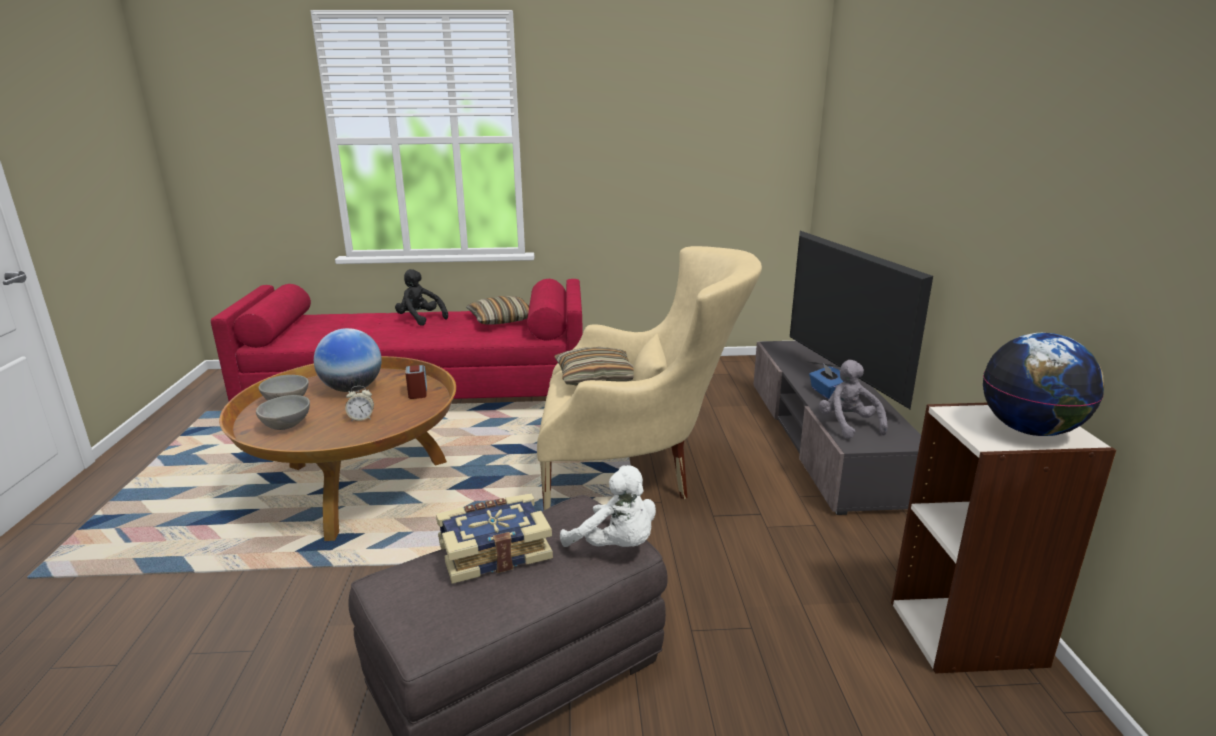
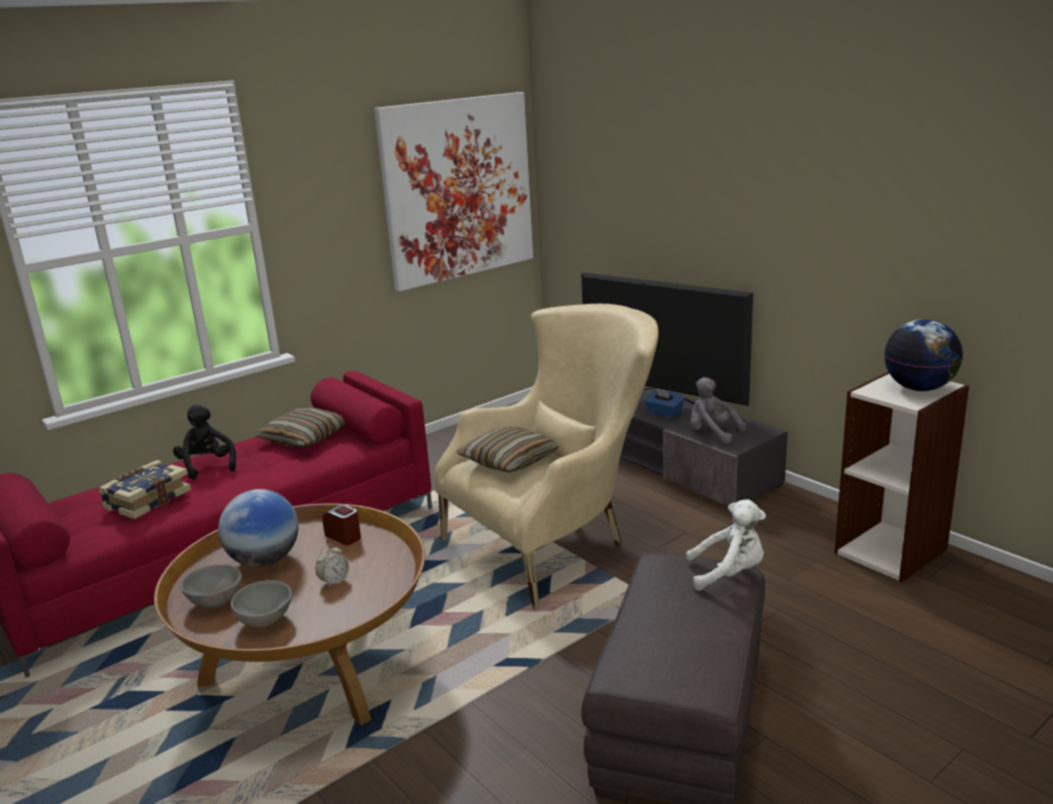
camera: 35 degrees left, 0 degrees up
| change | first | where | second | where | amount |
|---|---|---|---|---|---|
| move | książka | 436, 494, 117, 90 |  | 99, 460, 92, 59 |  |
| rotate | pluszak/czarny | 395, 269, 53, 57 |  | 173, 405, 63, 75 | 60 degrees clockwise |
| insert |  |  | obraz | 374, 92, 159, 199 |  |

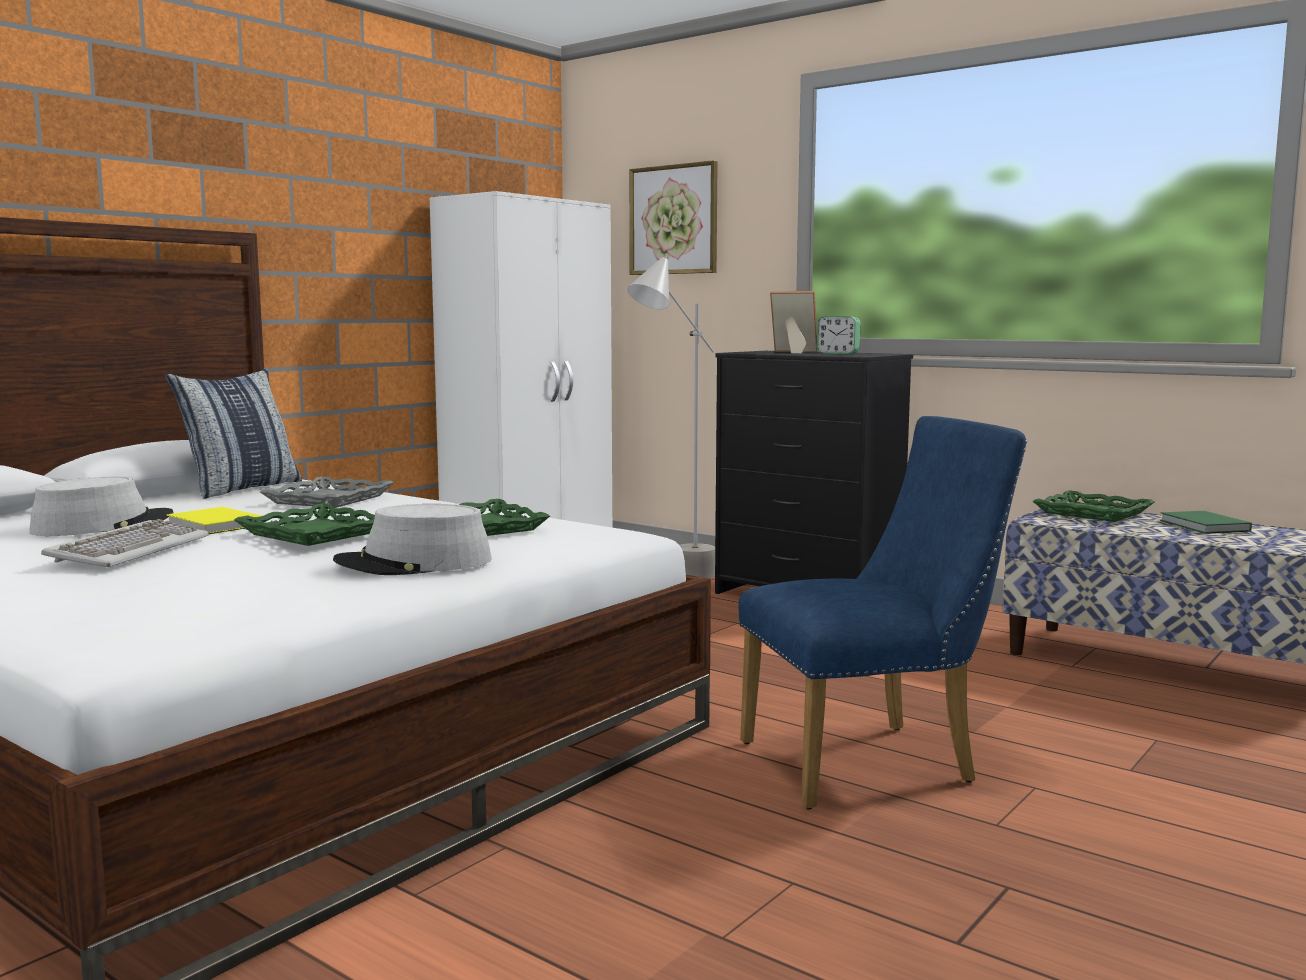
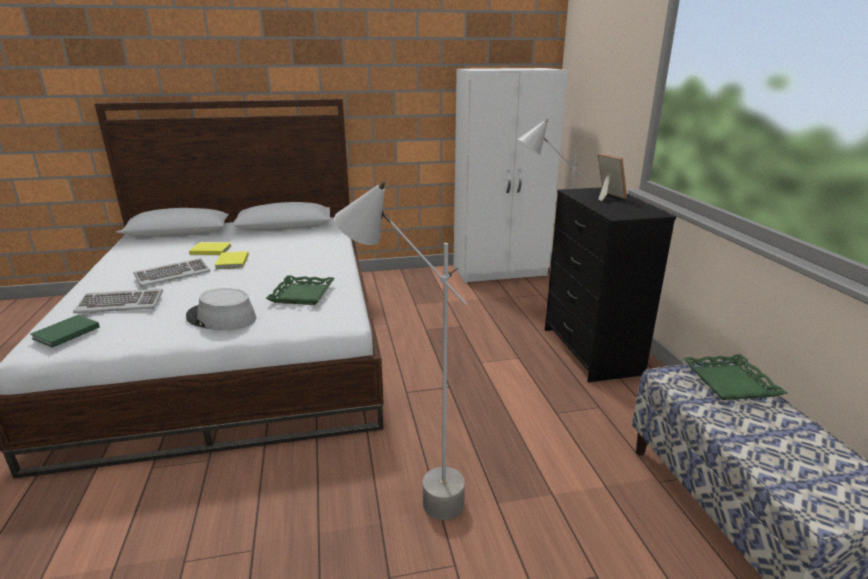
camera: 40 degrees right, 15 degrees up
| change | first | where | second | where | amount |
|---|---|---|---|---|---|
| move | książka/zielony | 1160, 511, 92, 23 |  | 30, 315, 70, 33 |  |
| insert |  |  | klawiatura | 73, 289, 90, 24 |  |
| replace | kapelusz/szary | 29, 476, 144, 60 | książka/żółty | 189, 242, 43, 13 |  |
| replace | krzesło/niebieski | 739, 416, 288, 394 | lampa stojąca/szary | 335, 181, 131, 339 |  |
| delete | poduszka | 165, 368, 137, 131 |  |  |  |
| delete | taca/zielony | 234, 503, 141, 43 |  |  |  |
| delete | taca/szary | 260, 476, 134, 32 |  |  |  |
| delete | obraz | 629, 160, 89, 115 |  |  |  |
| delete | budzik | 816, 316, 45, 38 |  |  |  |

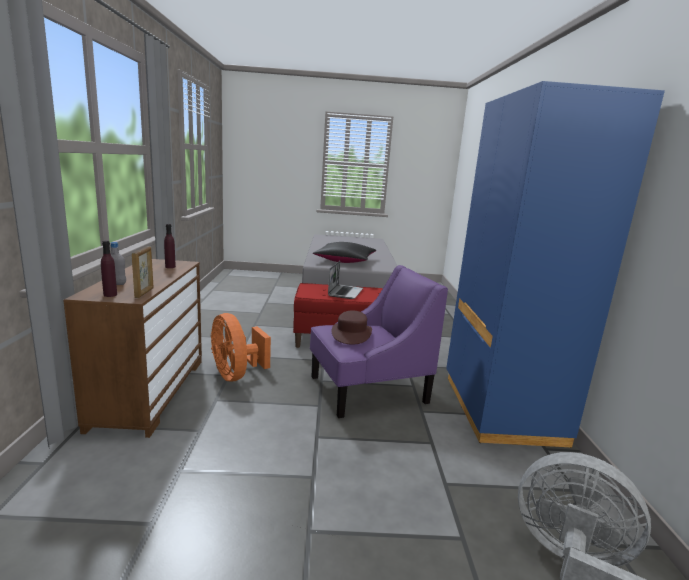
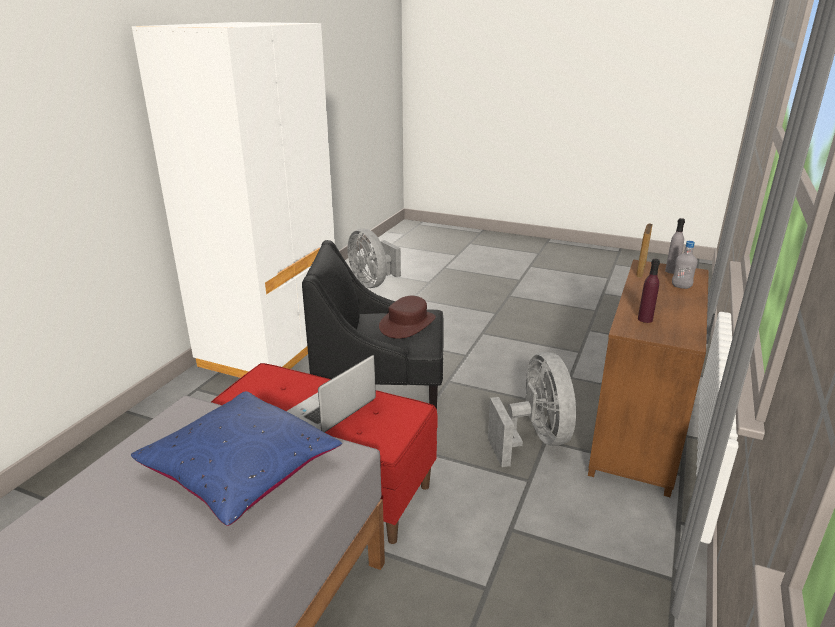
camera: 155 degrees left, 10 degrees up
| change | first | where | second | where | amount |
|---|---|---|---|---|---|
| recolor | poduszka/czarny | 313, 242, 63, 21 | poduszka/niebieski | 131, 391, 211, 135 |  |
| recolor | szafa/niebieski | 446, 81, 219, 367 | szafa/biały | 132, 22, 203, 356 |  |
| recolor | fotel/fioletowy | 310, 265, 138, 153 | fotel/czarny | 302, 240, 142, 169 |  |
| recolor | wentylator/pomarańczowy | 211, 313, 60, 68 | wentylator/szary | 488, 352, 88, 115 |  |
| recolor | butelka/fioletowy | 101, 240, 16, 57 | butelka/szary | 665, 218, 20, 56 |  |

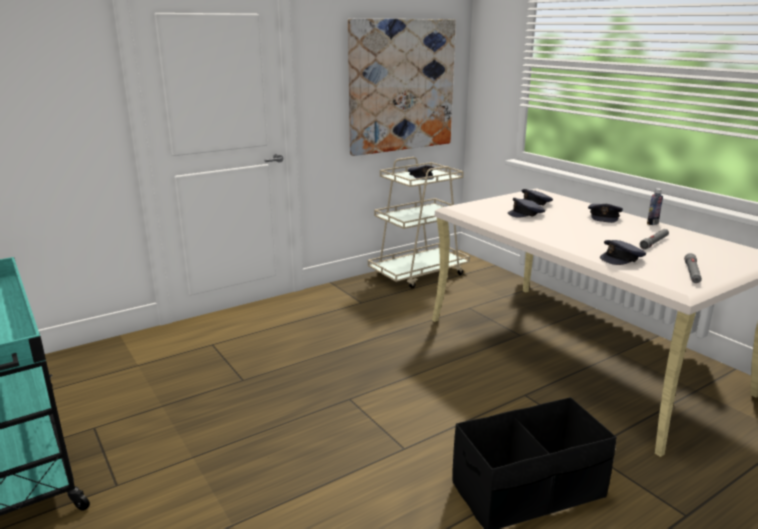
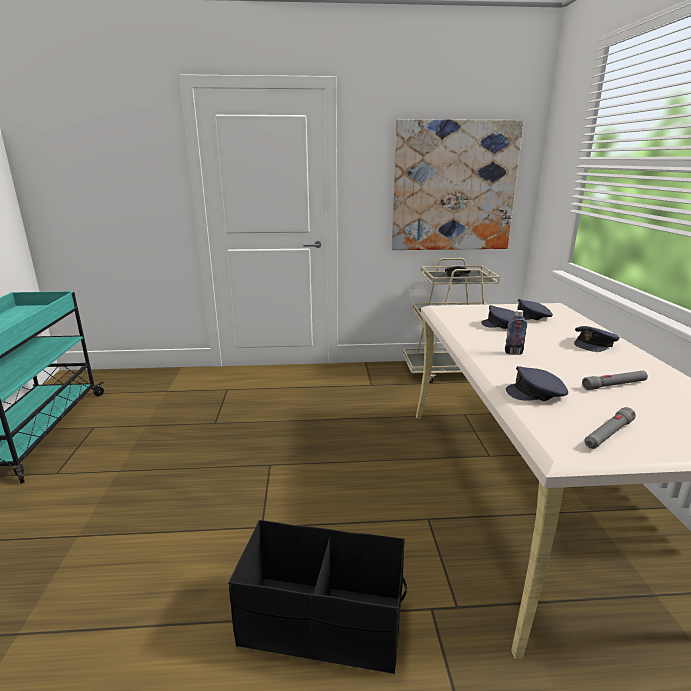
camera: 30 degrees right, 0 degrees up
| change | first | where | second | where | amount |
|---|---|---|---|---|---|
| move | butelka | 647, 188, 16, 37 |  | 505, 310, 22, 45 |  |

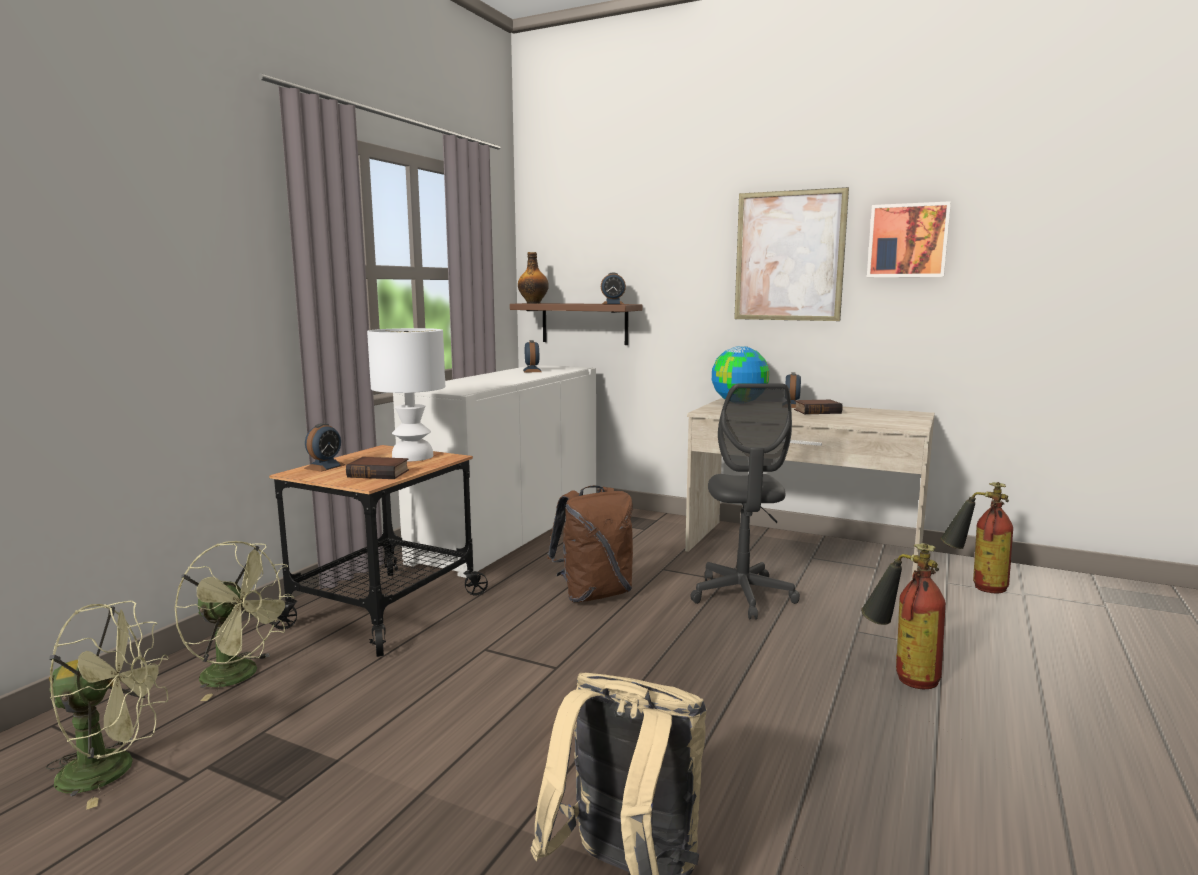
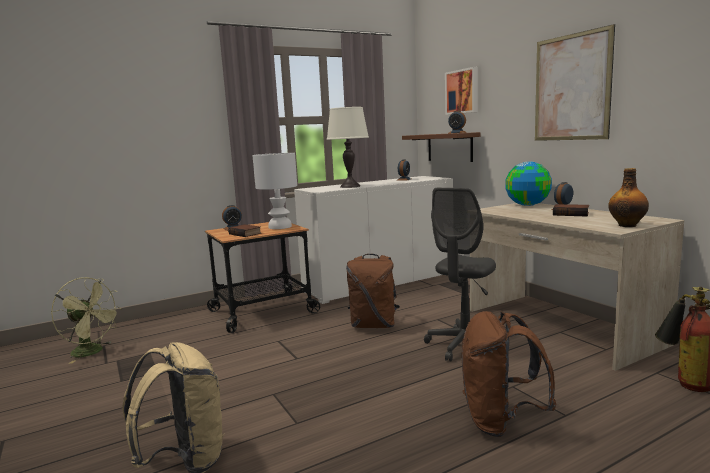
camera: 35 degrees right, 0 degrees up
| change | first | where | second | where | amount |
|---|---|---|---|---|---|
| insert |  |  | lampa stołowa/biały | 327, 107, 42, 81 |  |
| move | obraz | 867, 201, 84, 76 |  | 445, 67, 33, 48 |  |
| replace | gaśnica | 861, 543, 85, 146 | plecak/brązowy | 462, 311, 94, 126 |  |
| move | butelka | 518, 252, 31, 51 |  | 608, 168, 41, 59 |  |
| delete | wentylator/zielony | 175, 541, 119, 160 |  |  |  |

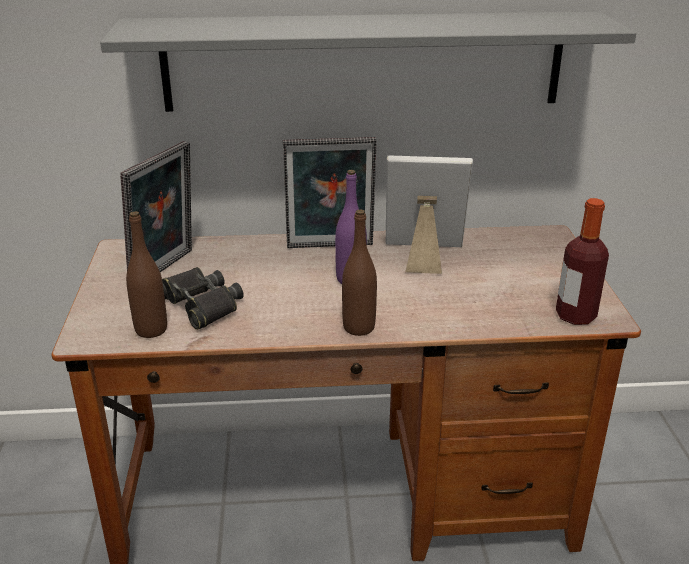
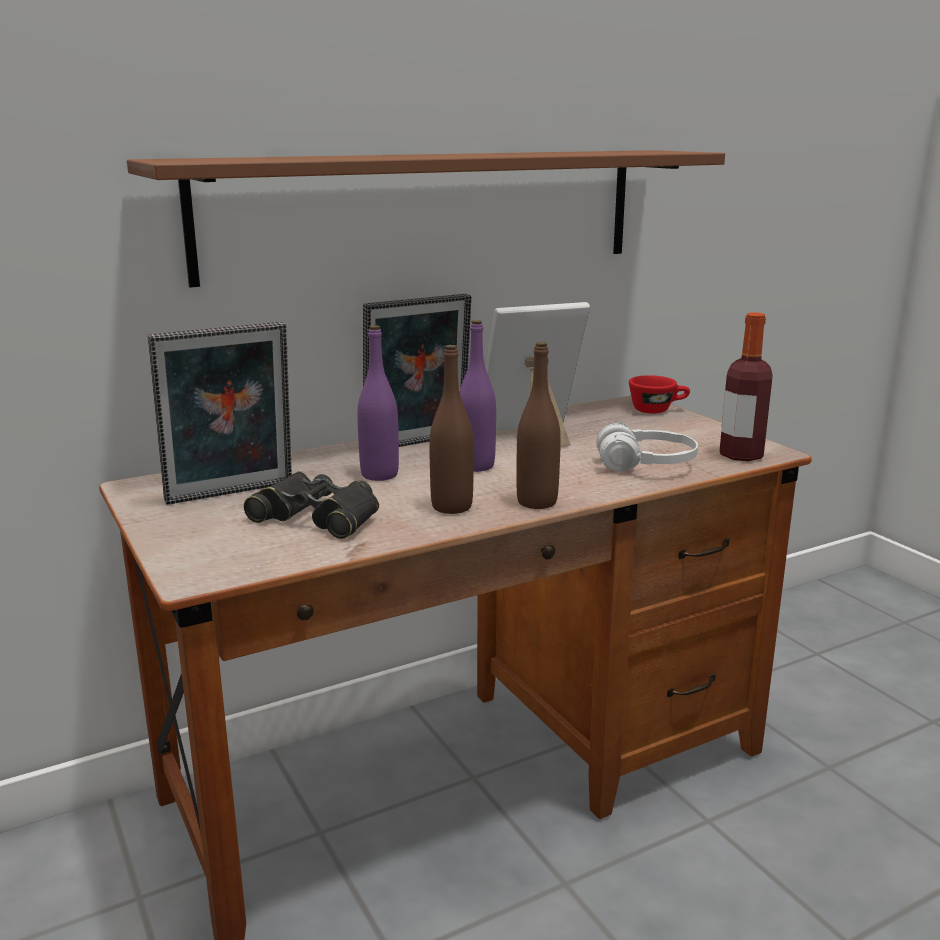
camera: 25 degrees left, 10 degrees down
| change | first | where | second | where | amount |
|---|---|---|---|---|---|
| recolor | półka/szary | 100, 11, 536, 101 | półka/brązowy | 127, 150, 598, 137 |  |
| rotate | ramka na zdjęcie | 120, 141, 72, 131 |  | 148, 322, 144, 183 | 60 degrees clockwise |
| insert |  |  | butelka/fioletowy | 357, 325, 42, 156 |  |
| move | butelka/brązowy | 126, 211, 41, 127 |  | 429, 345, 45, 169 |  |
| insert |  |  | słuchawki/biały | 596, 422, 102, 50 |  |
| insert |  |  | filiżanka/czerwony | 629, 375, 61, 38 |  |

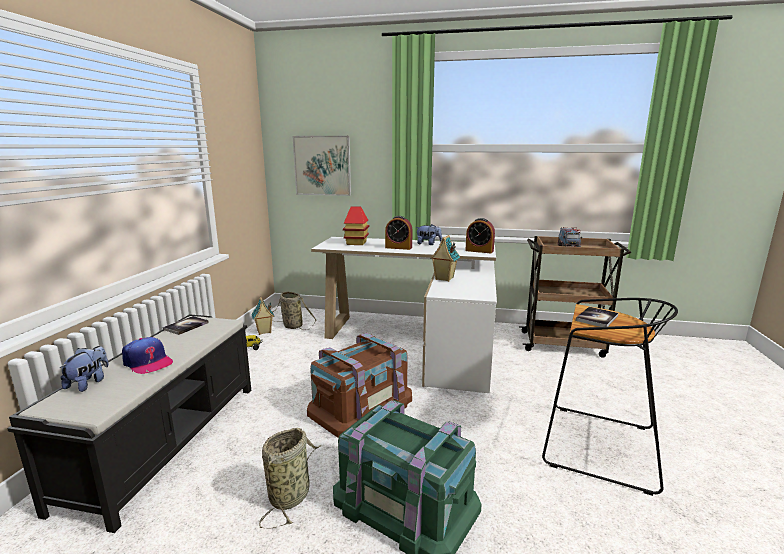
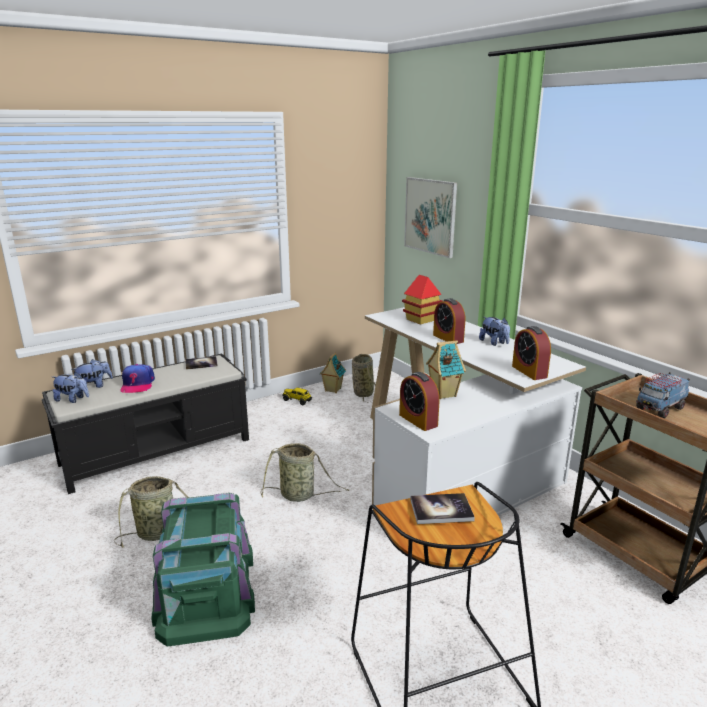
camera: 45 degrees right, 5 degrees up
| change | first | where | second | where | amount |
|---|---|---|---|---|---|
| insert |  |  | pluszak | 53, 372, 36, 31 |  |
| replace | pojemnik do przechowywania/brązowy | 307, 333, 105, 105 | koszyk | 261, 443, 88, 59 |  |
| insert |  |  | budzik | 399, 372, 41, 59 |  |

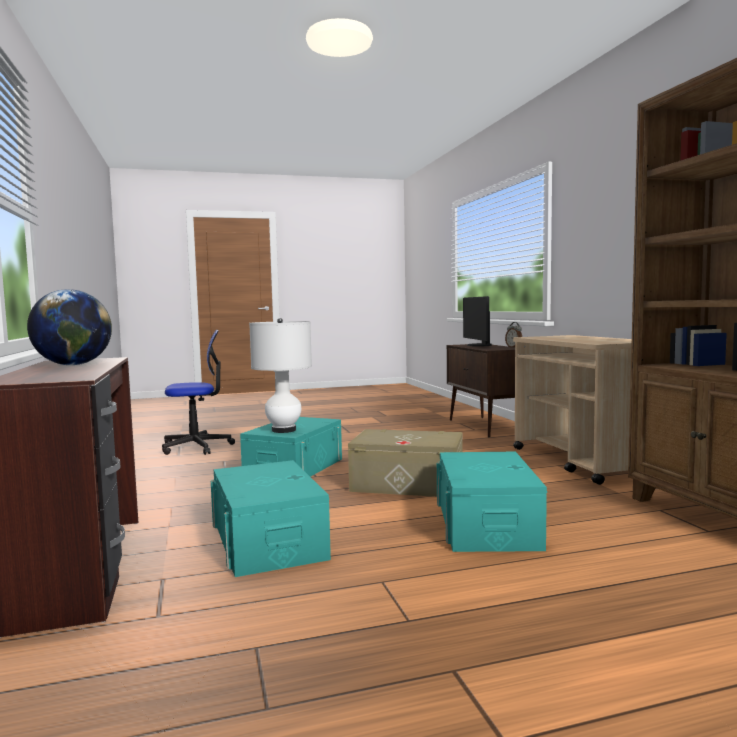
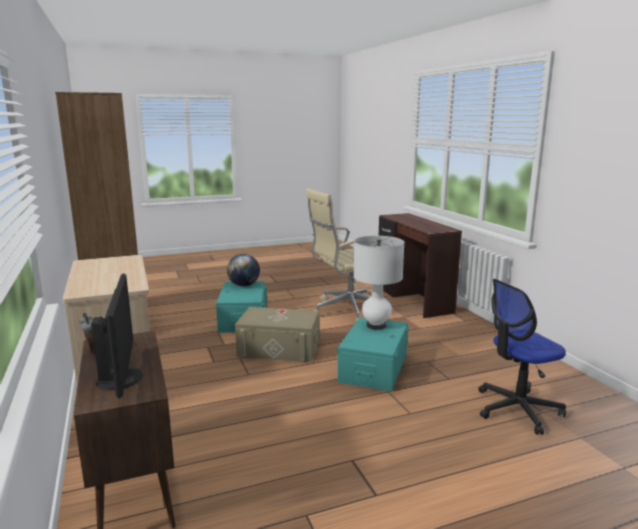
camera: 175 degrees right, 10 degrees up
| change | first | where | second | where | amount |
|---|---|---|---|---|---|
| move | globus | 27, 289, 85, 76 |  | 227, 254, 33, 33 |  |
| replace | pojemnik do przechowywania/turkusowy | 211, 460, 120, 117 | krzesło biurowe/beżowy | 306, 188, 88, 134 |  |

